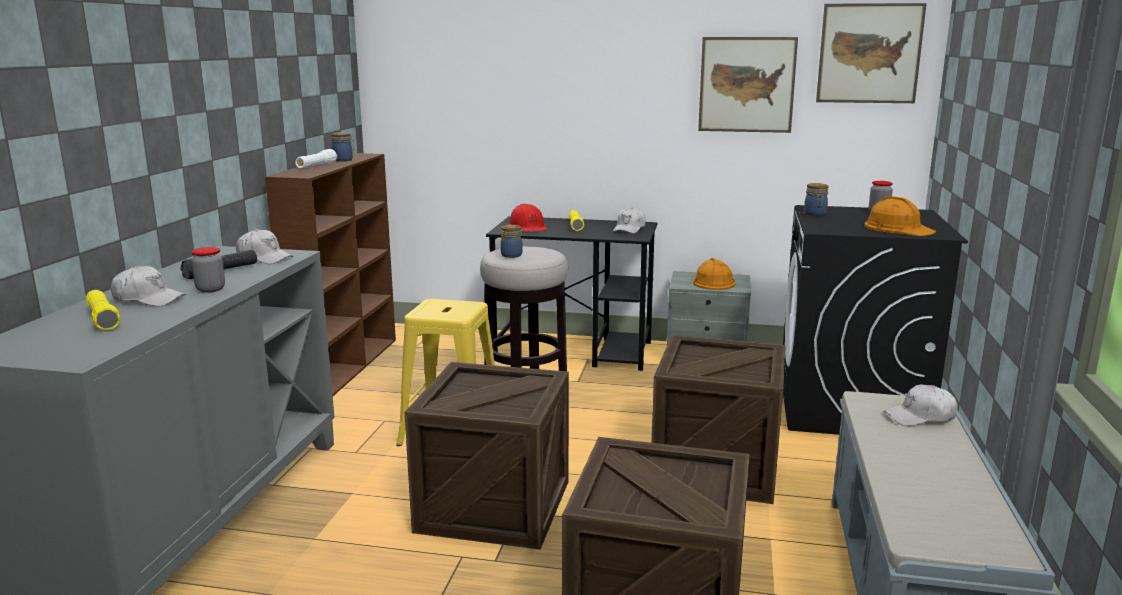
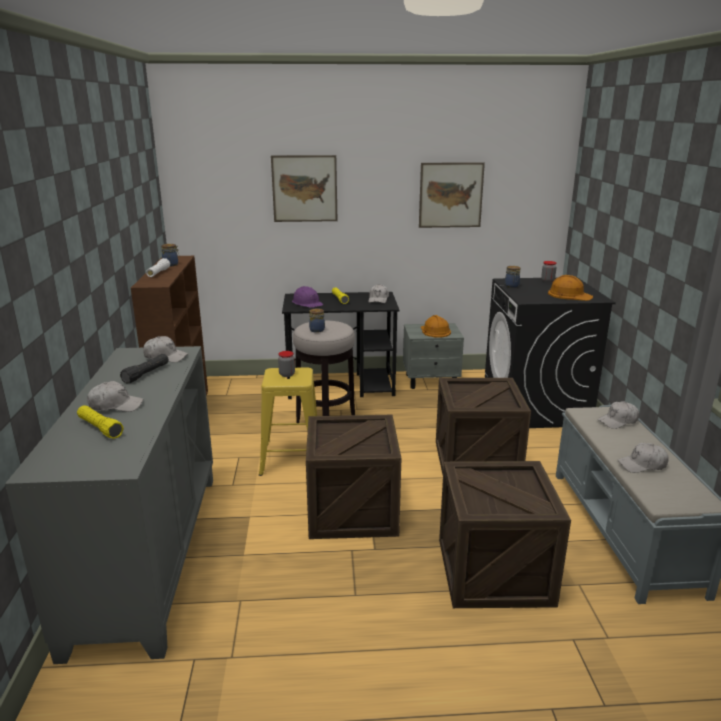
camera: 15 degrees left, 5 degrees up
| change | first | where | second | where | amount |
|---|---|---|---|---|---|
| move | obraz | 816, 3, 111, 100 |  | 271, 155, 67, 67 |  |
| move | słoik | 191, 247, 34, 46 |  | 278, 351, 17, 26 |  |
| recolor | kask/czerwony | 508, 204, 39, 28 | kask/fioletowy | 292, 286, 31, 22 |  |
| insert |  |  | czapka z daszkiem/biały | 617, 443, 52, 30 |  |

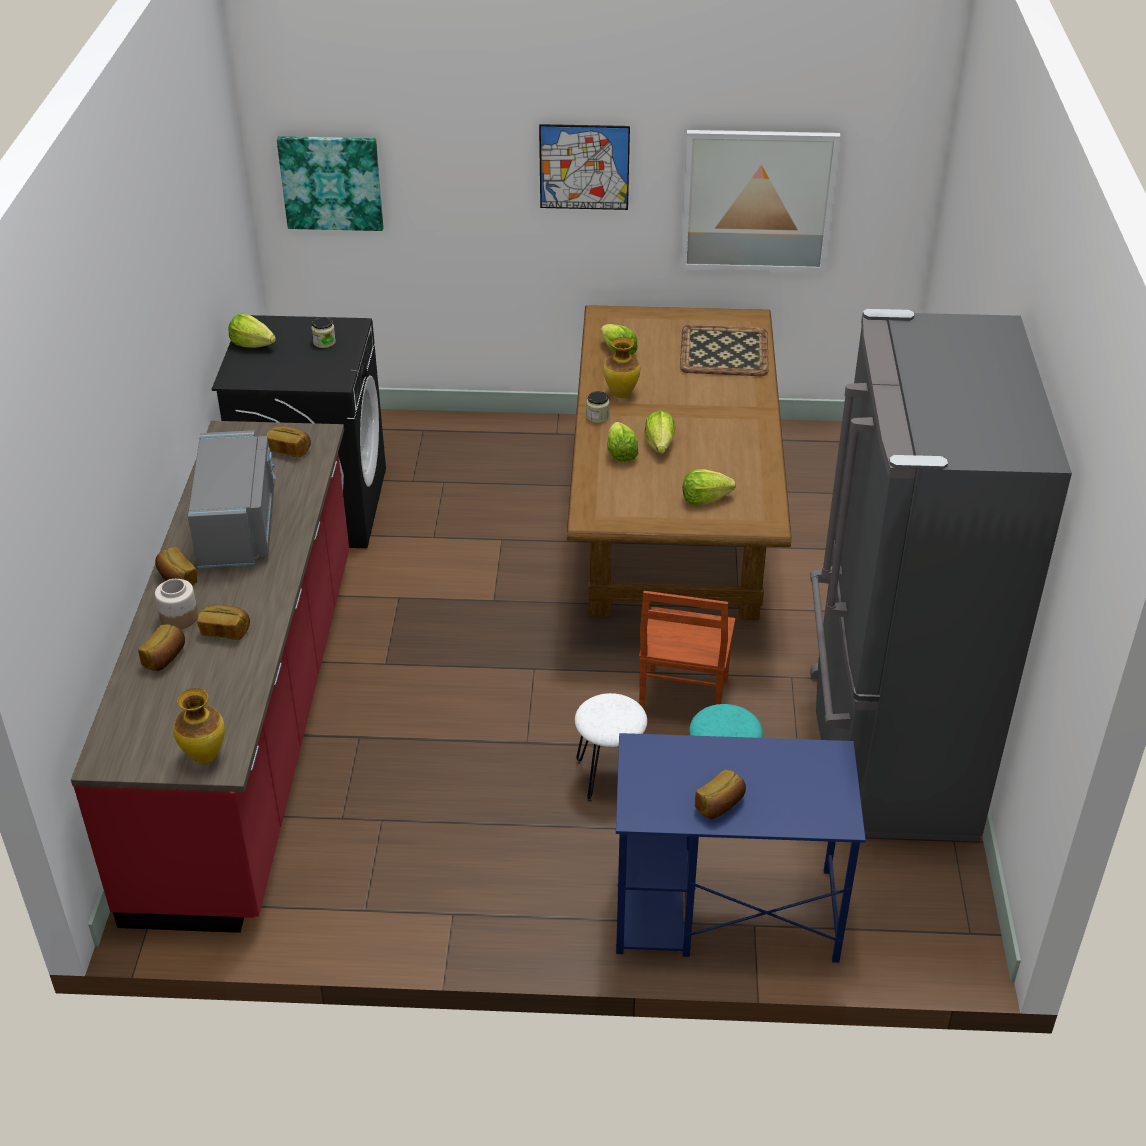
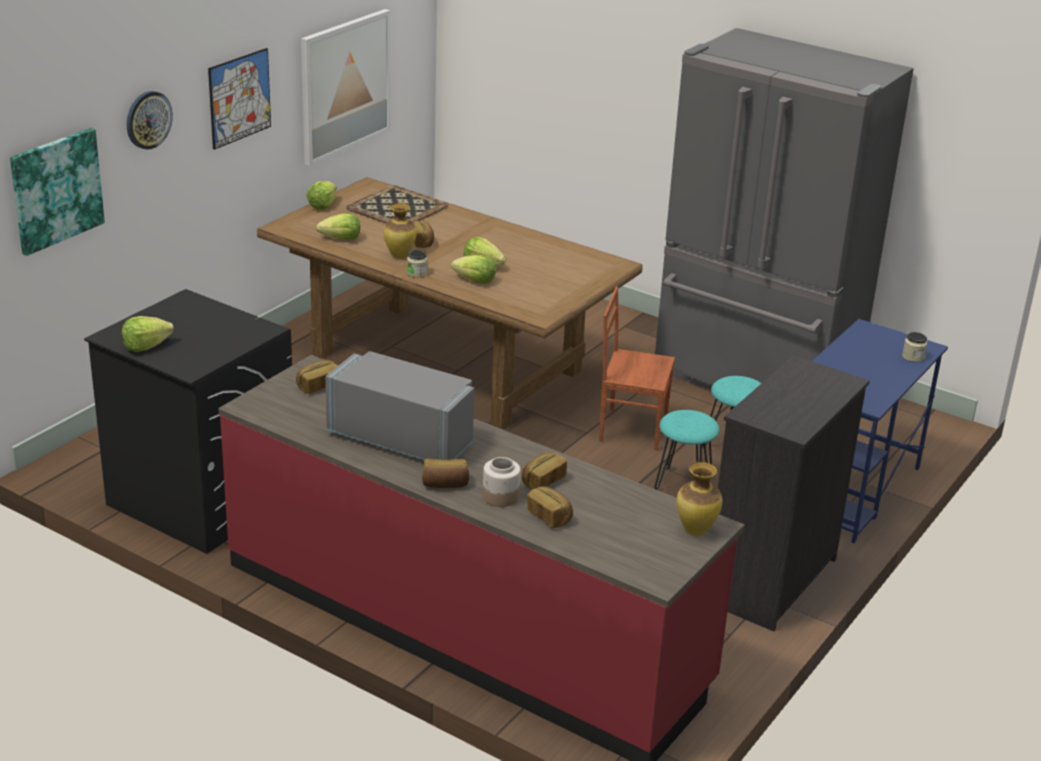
camera: 60 degrees left, 10 degrees down
| change | first | where | second | where | amount |
|---|---|---|---|---|---|
| insert |  |  | zegar ścienny | 127, 91, 46, 59 |  |
| move | sałata | 683, 469, 53, 36 |  | 307, 181, 30, 29 |  |
| move | chleb | 695, 770, 51, 49 |  | 413, 221, 21, 27 |  |
| rotate | krzesło/brązowy | 639, 591, 96, 118 |  | 599, 287, 76, 164 | 150 degrees clockwise |
| recolor | stołek/biały | 575, 693, 72, 109 | stołek/turkusowy | 654, 410, 66, 80 |  |
| insert |  |  | komoda/czarny | 718, 355, 152, 277 |  |
| move | słoik | 311, 317, 25, 31 |  | 902, 332, 25, 30 |  |

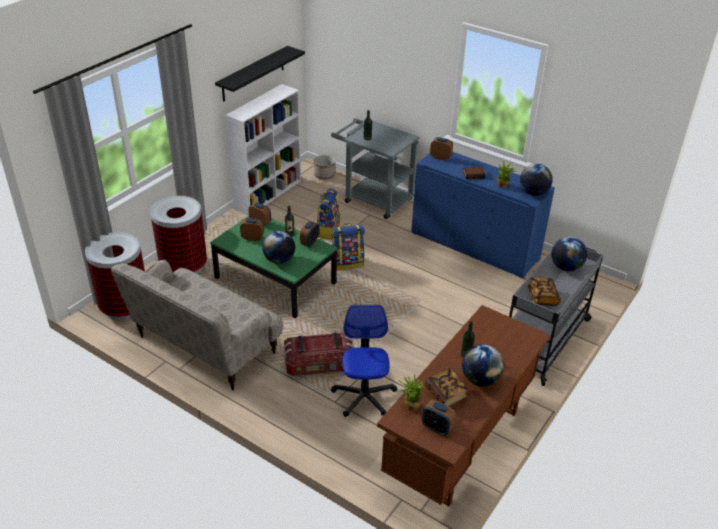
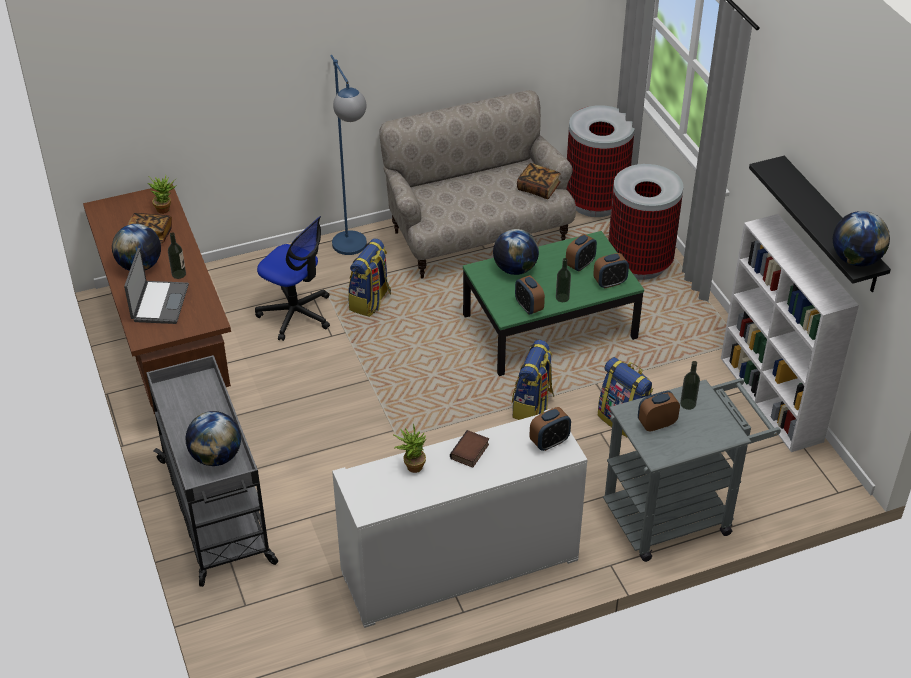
camera: 125 degrees right, 5 degrees up
| change | first | where | second | where | amount |
|---|---|---|---|---|---|
| insert |  |  | laptop | 124, 248, 65, 76 |  |
| insert |  |  | lampa stojąca/niebieski | 330, 55, 37, 200 |  |
| recolor | szafka/niebieski | 411, 152, 144, 126 | szafka/biały | 332, 409, 256, 219 |  |
| replace | pojemnik do przechowywania | 283, 332, 71, 44 | plecak | 348, 238, 43, 79 |  |
| move | książka | 528, 277, 33, 29 |  | 517, 163, 44, 36 |  |
| move | budzik | 422, 400, 34, 35 |  | 638, 391, 42, 40 |  |
| move | globus | 520, 164, 33, 32 |  | 833, 211, 57, 55 |  |
| delete | donica | 314, 155, 21, 25 |  |  |  |

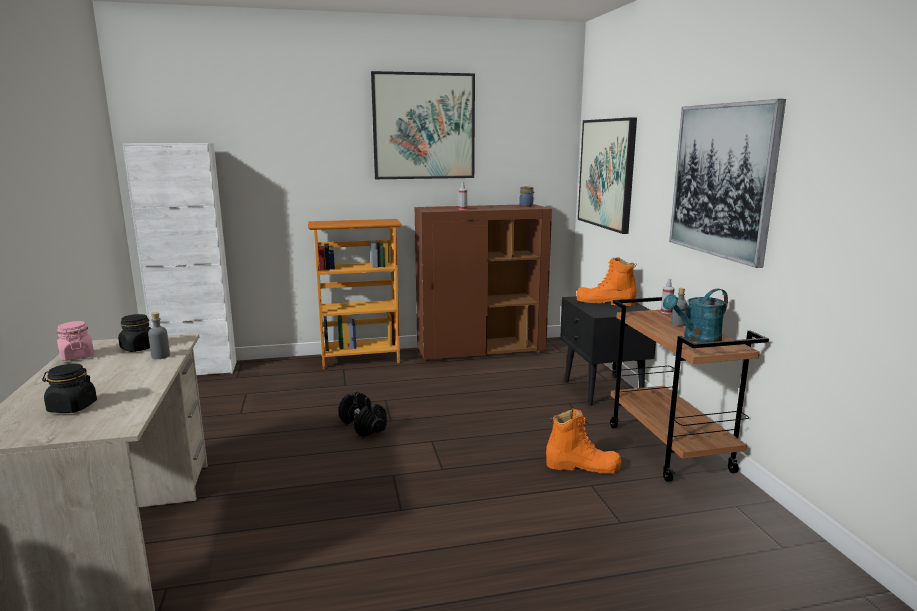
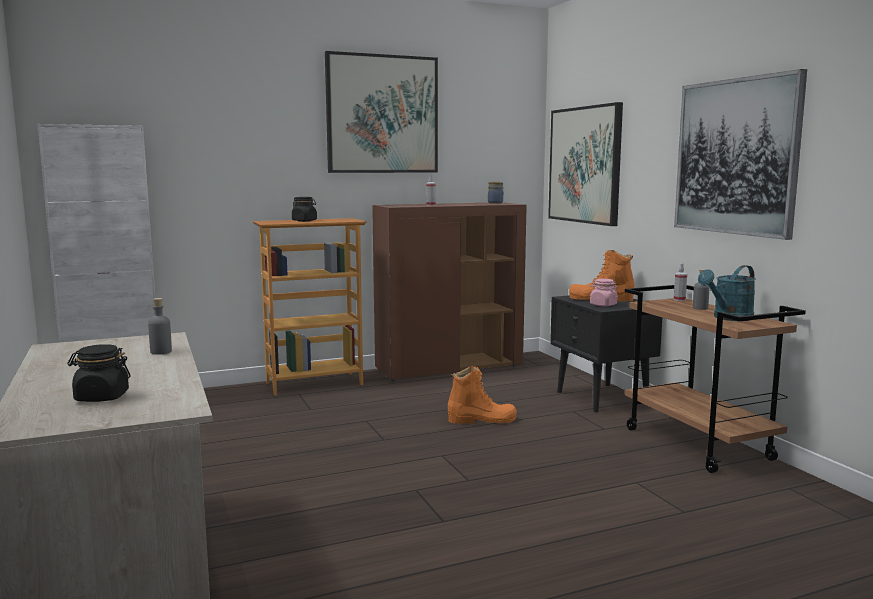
camera: 10 degrees left, 5 degrees down
| change | first | where | second | where | amount |
|---|---|---|---|---|---|
| move | słoik/czarny | 118, 314, 33, 38 |  | 292, 197, 25, 25 |  |
| move | but z cholewką/pomarańczowy | 546, 409, 75, 65 |  | 448, 366, 69, 58 |  |
| move | słoik/różowy | 57, 321, 37, 40 |  | 590, 279, 28, 27 |  |
| delete | hantel/czarny | 339, 392, 48, 45 |  |  |  |

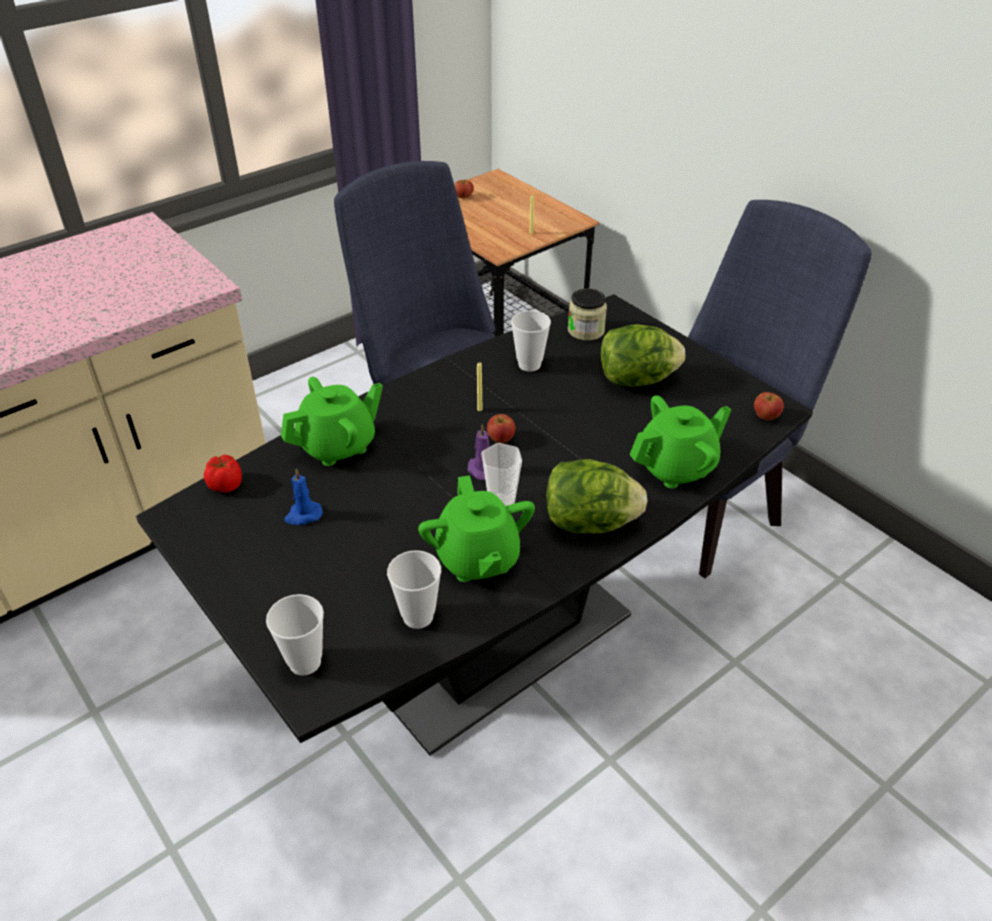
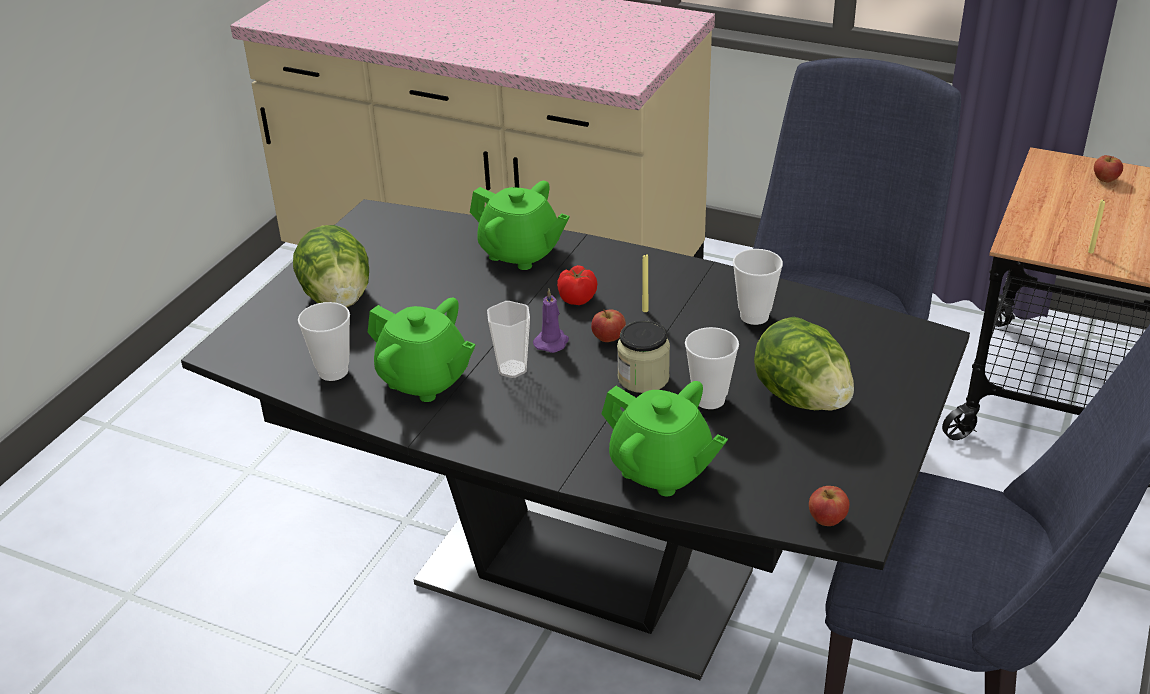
camera: 65 degrees right, 5 degrees down
| change | first | where | second | where | amount |
|---|---|---|---|---|---|
| move | sałata | 546, 459, 101, 74 |  | 293, 225, 76, 82 |  |
| rotate | imbryk/zielony | 418, 475, 117, 107 |  | 368, 298, 108, 104 | 105 degrees counterclockwise |
| move | pomidor | 204, 455, 38, 38 |  | 557, 265, 40, 40 |  |
| move | słoik | 568, 288, 39, 53 |  | 617, 320, 53, 73 |  |
| move | filiżanka | 266, 594, 58, 82 |  | 685, 327, 54, 82 |  |
| delete | świeca/niebieski | 285, 469, 38, 56 |  |  |  |

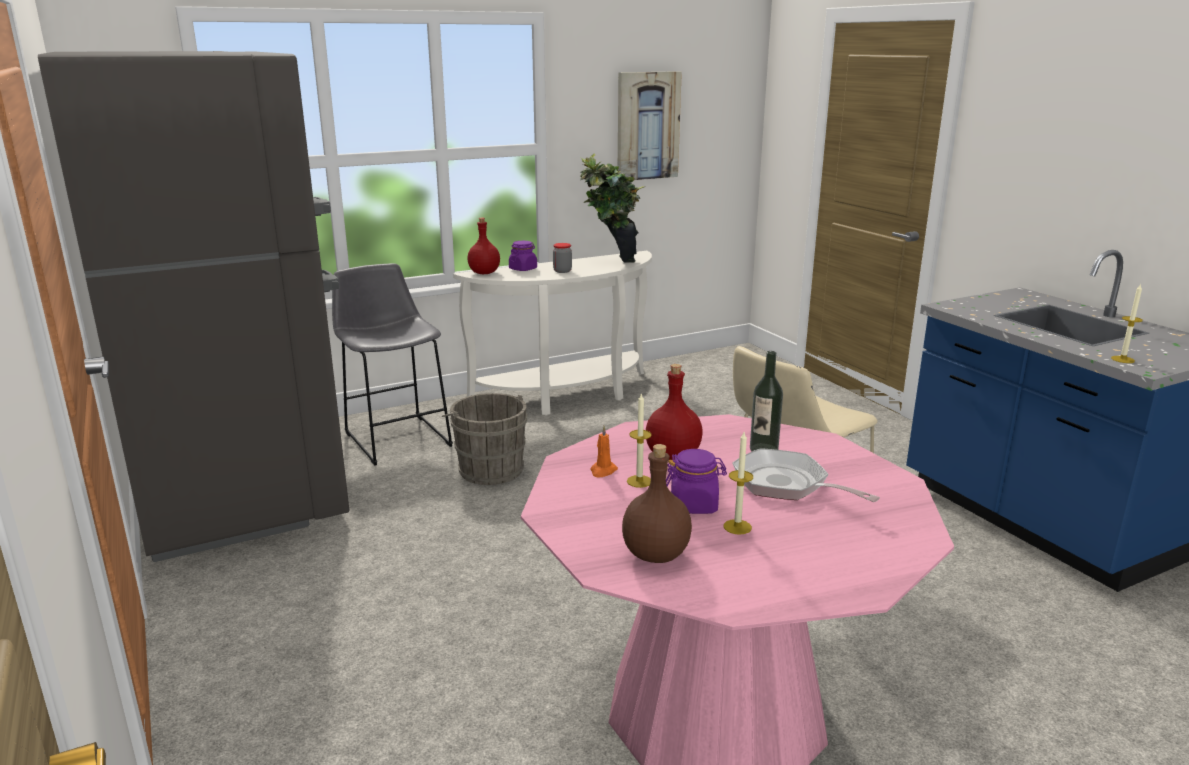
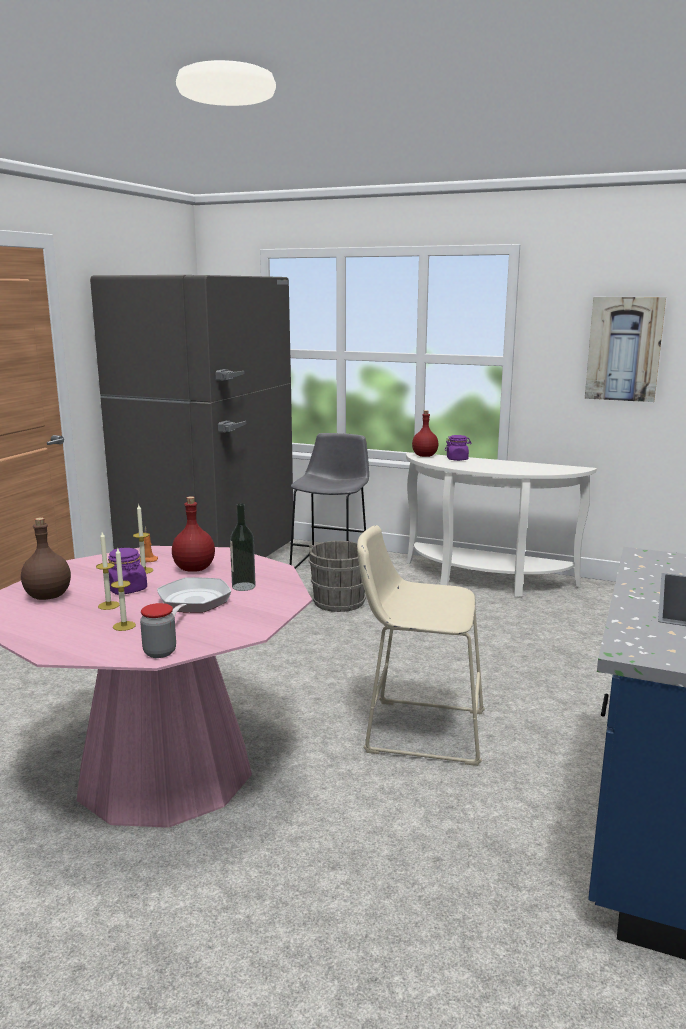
camera: 50 degrees right, 5 degrees down
| change | first | where | second | where | amount |
|---|---|---|---|---|---|
| move | świeca | 1111, 284, 32, 79 |  | 111, 548, 25, 83 |  |
| move | słoik | 553, 243, 19, 30 |  | 140, 603, 36, 55 |  |
| delete | roślina doniczkowa | 580, 154, 65, 109 |  |  |  |

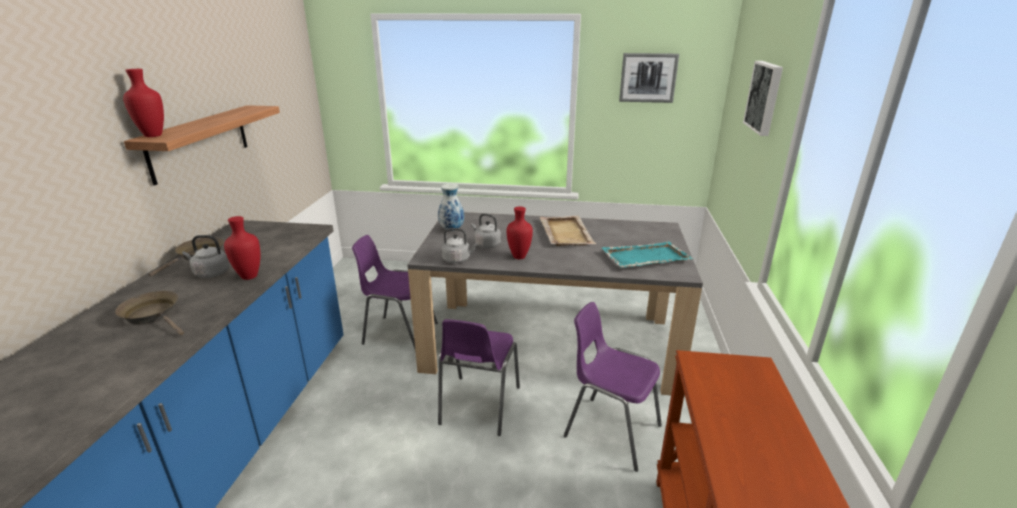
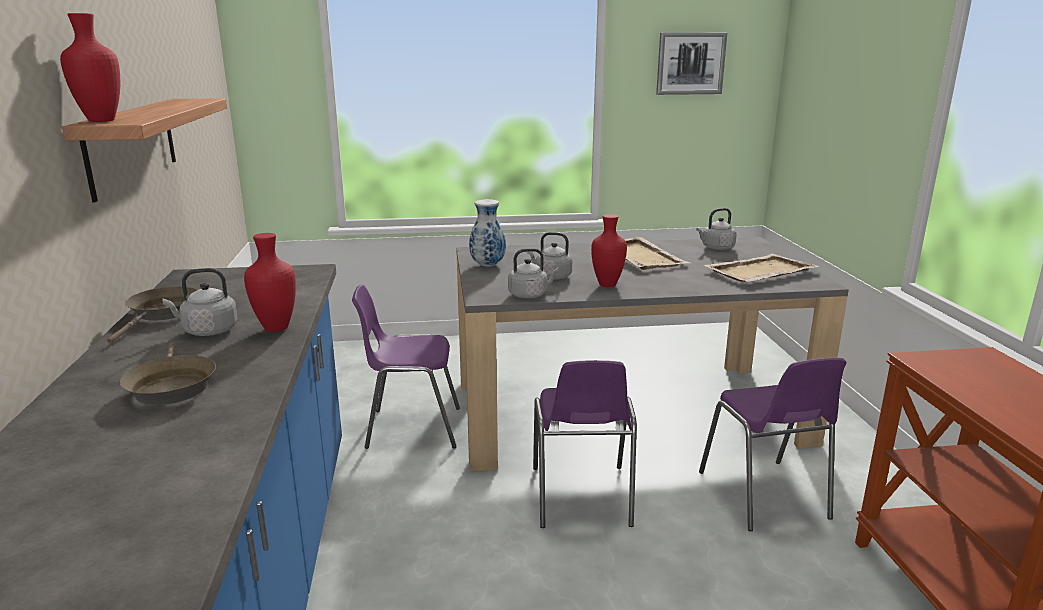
camera: 15 degrees left, 5 degrees down
| change | first | where | second | where | amount |
|---|---|---|---|---|---|
| rotate | patelnia/brązowy | 115, 291, 69, 44 |  | 120, 342, 96, 63 | 135 degrees counterclockwise |
| insert |  |  | czajnik/szary | 696, 208, 41, 42 |  |
| rotate | krzesło/fioletowy | 564, 302, 98, 170 |  | 699, 358, 148, 173 | 120 degrees counterclockwise |
| recolor | taca/turkusowy | 602, 242, 91, 26 | taca/beżowy | 703, 254, 116, 28 |  |
| delete | obraz | 743, 61, 40, 75 |  |  |  |

